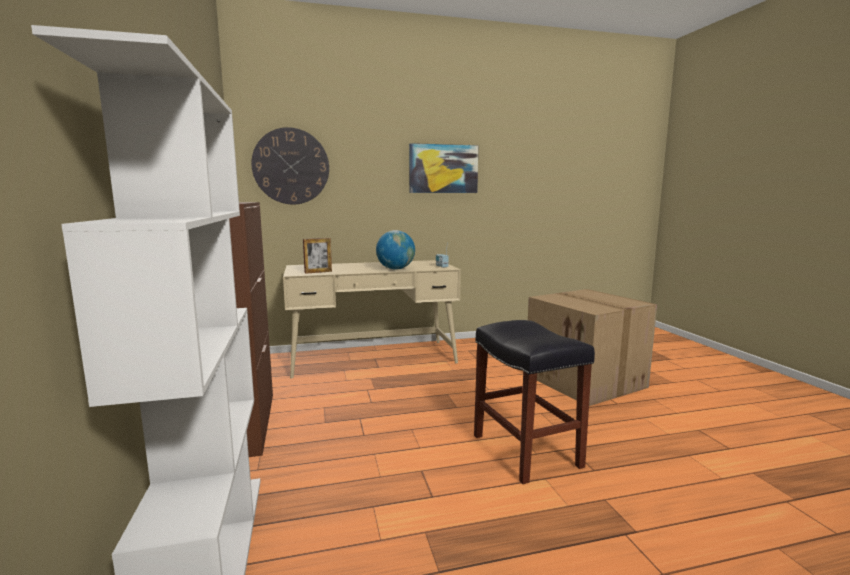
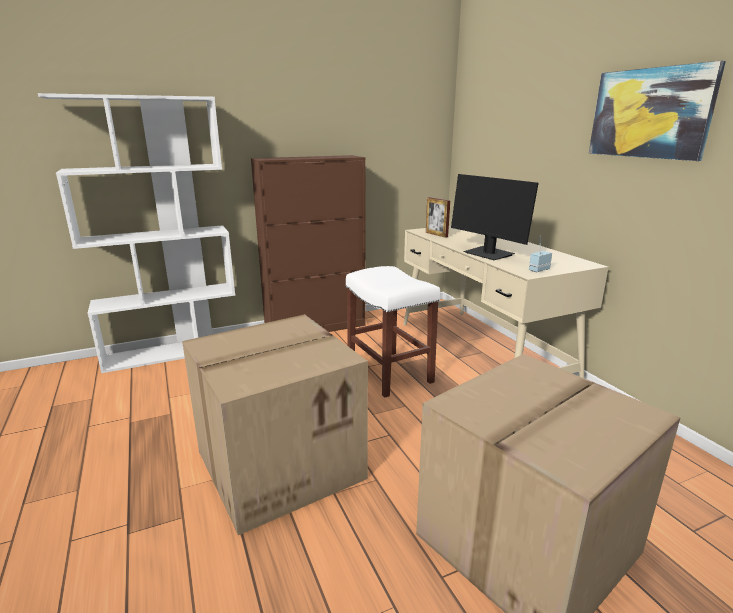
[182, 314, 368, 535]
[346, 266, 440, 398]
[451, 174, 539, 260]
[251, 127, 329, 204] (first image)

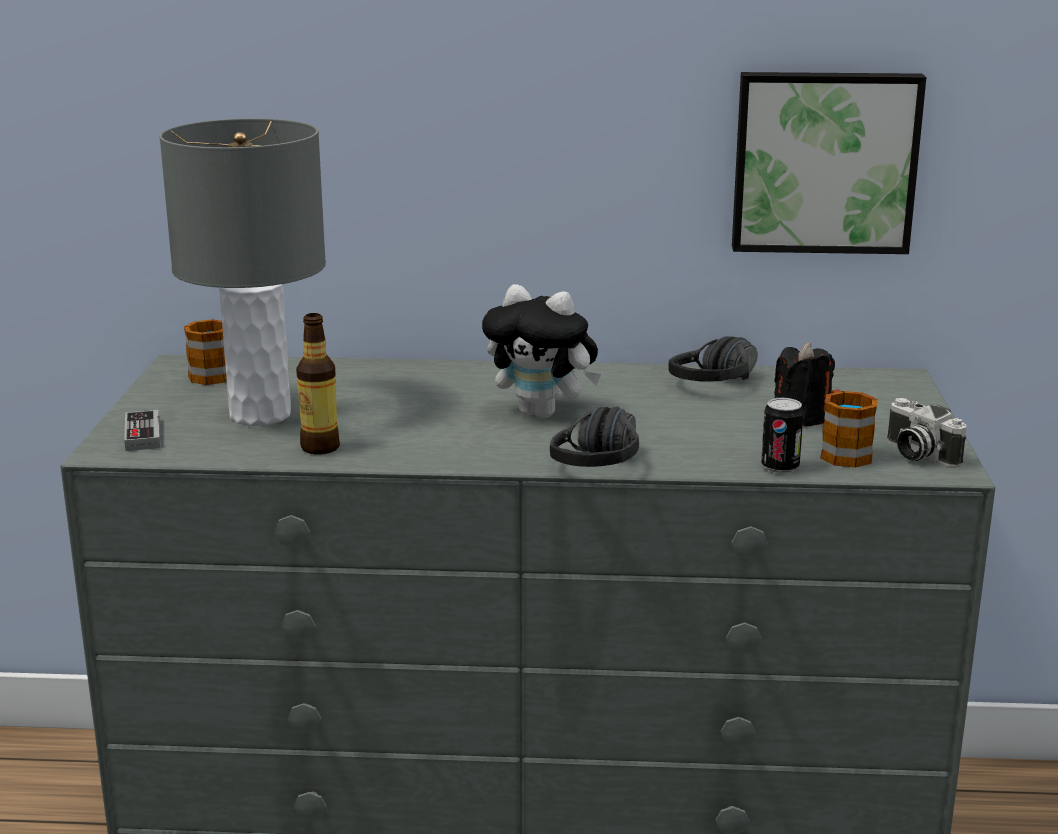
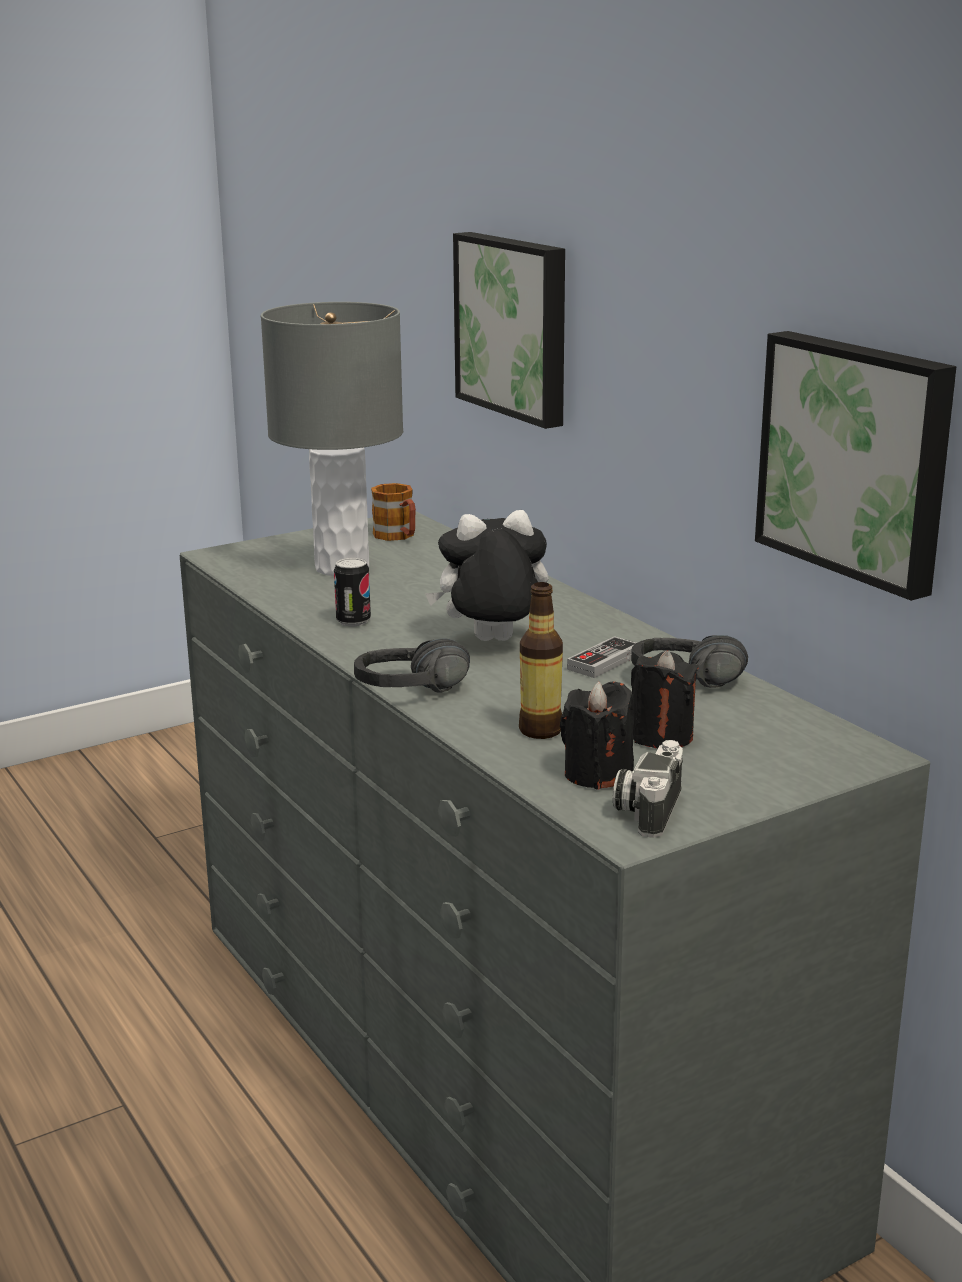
[334, 558, 371, 626]
[425, 510, 548, 641]
[453, 232, 565, 429]
[519, 582, 563, 739]
[560, 682, 634, 790]
[567, 636, 636, 678]

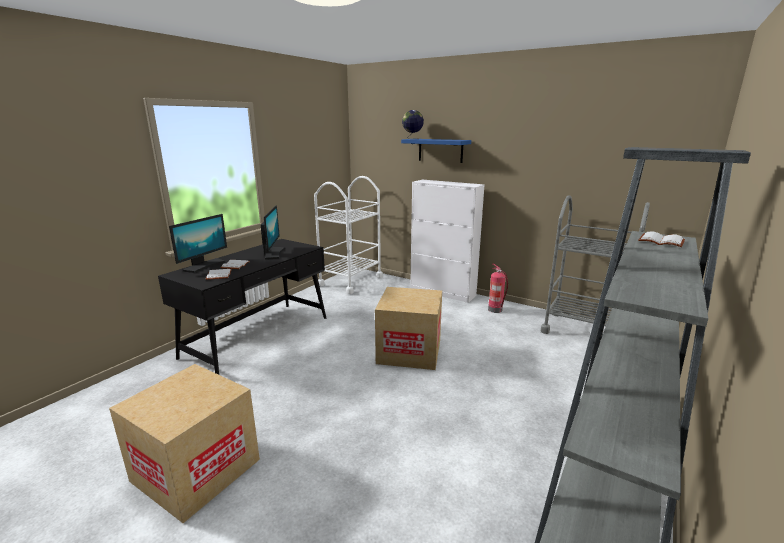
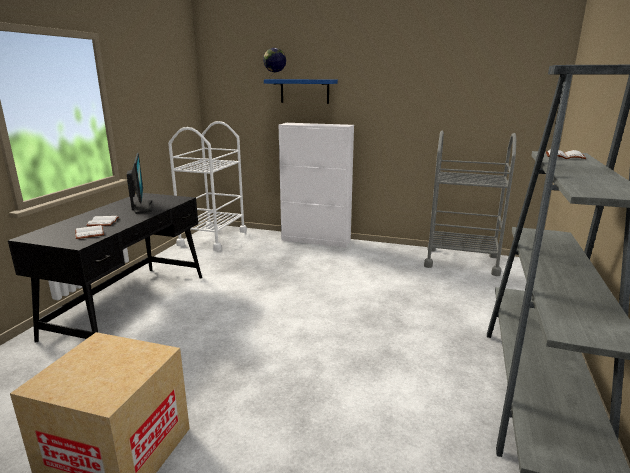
[169, 214, 227, 273] (first image)
[375, 287, 442, 370] (first image)
[488, 264, 508, 313] (first image)

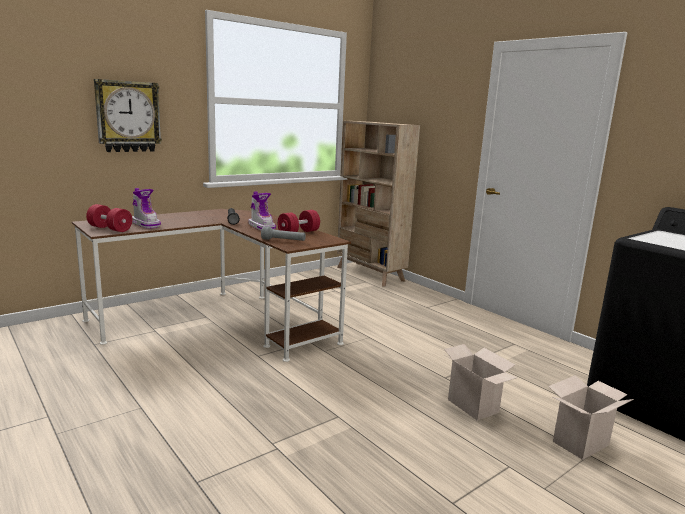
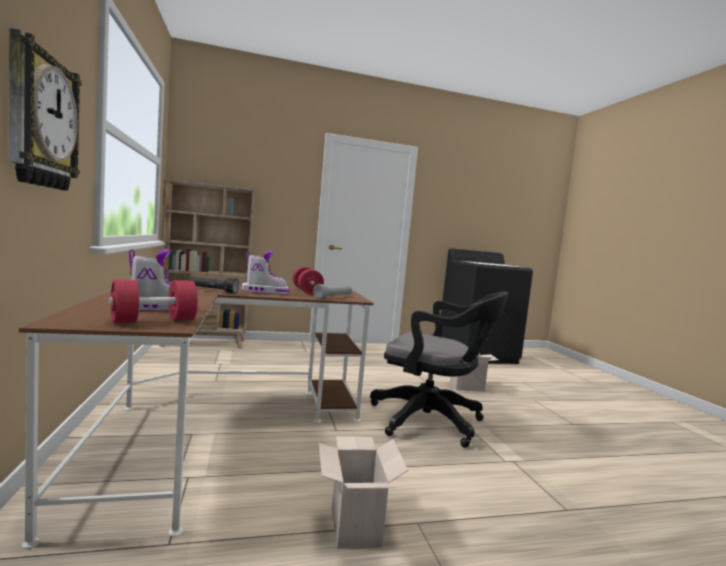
[319, 437, 408, 549]
[370, 292, 509, 448]

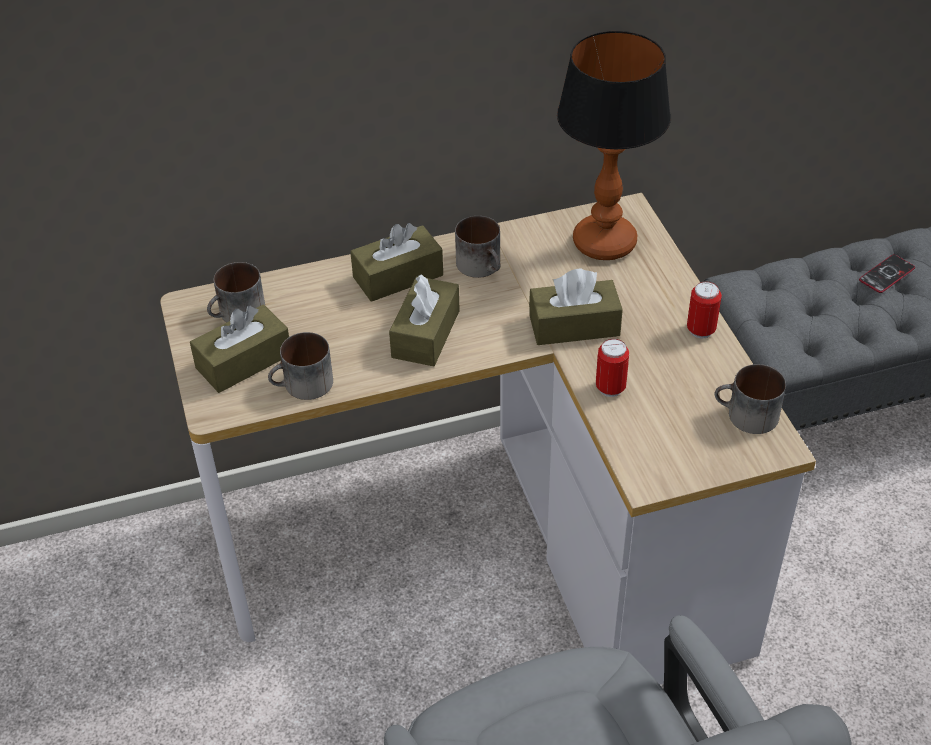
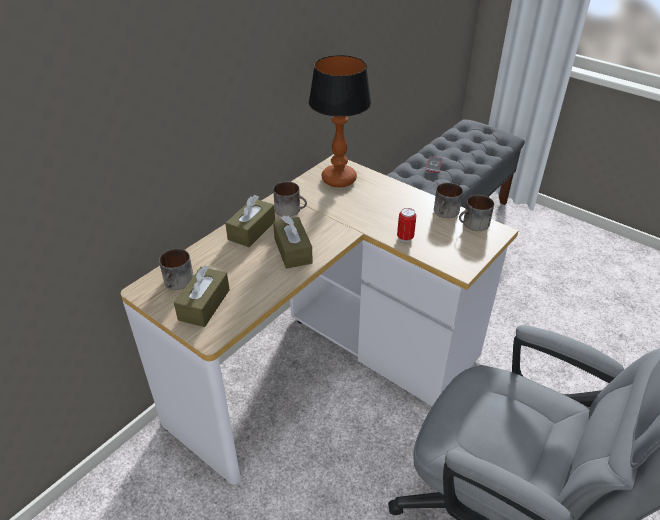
[434, 183, 463, 218]
[529, 268, 623, 345] (first image)
[687, 281, 722, 339] (first image)

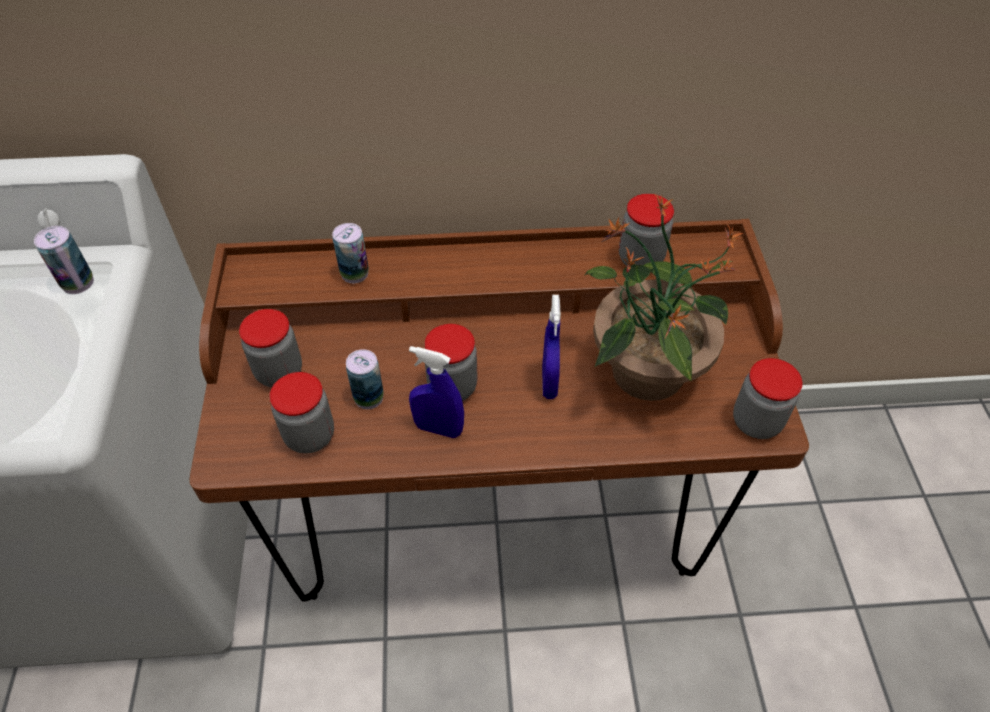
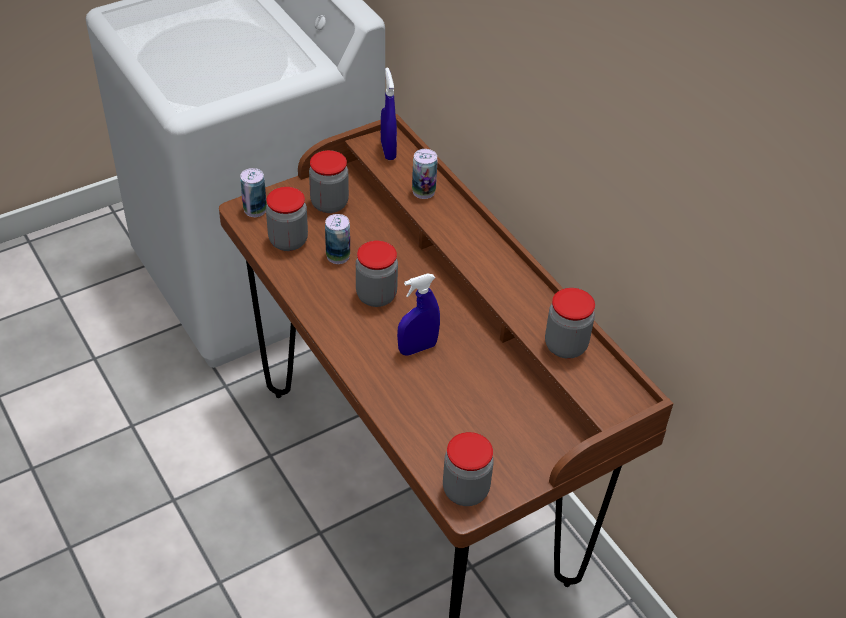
[240, 168, 267, 217]
[381, 67, 397, 160]
[584, 193, 743, 401] (first image)

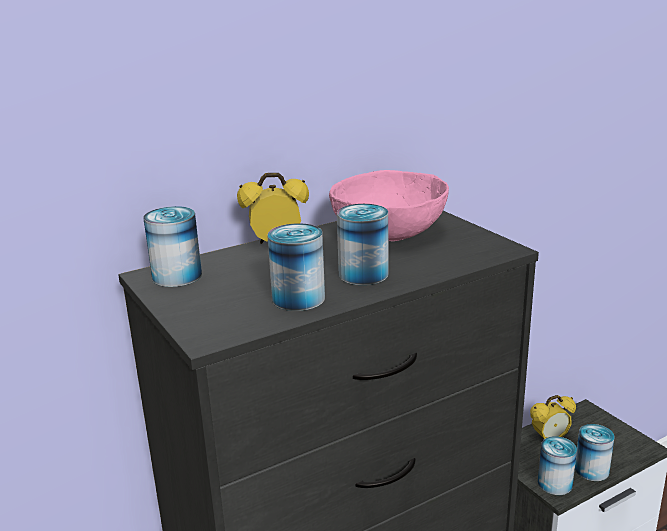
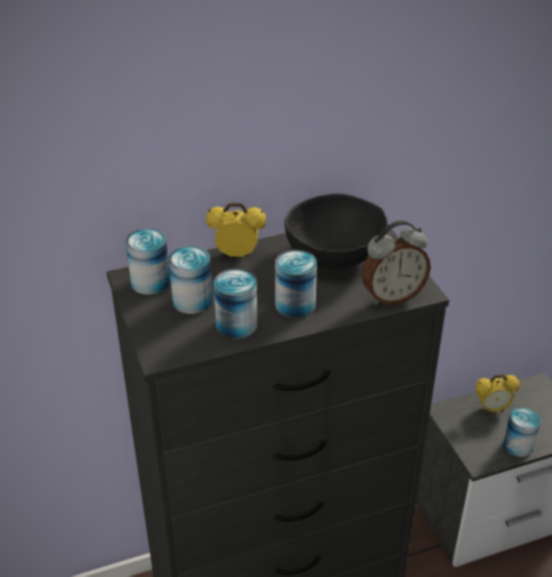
[169, 246, 213, 314]
[284, 194, 388, 269]
[361, 220, 431, 305]

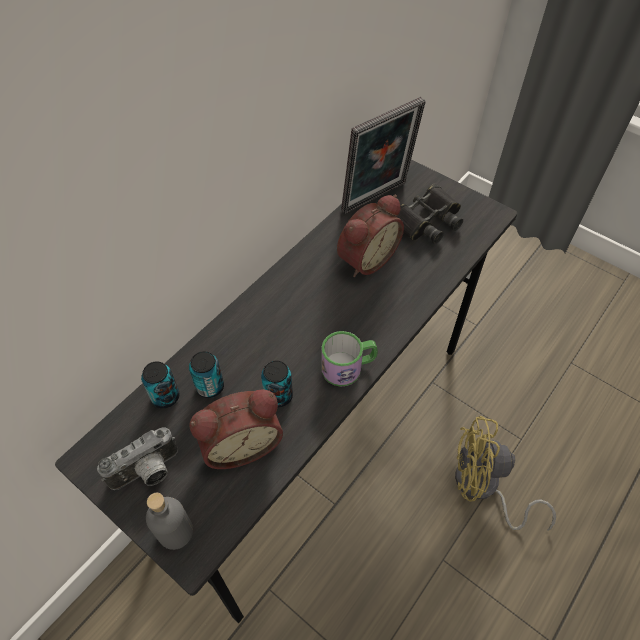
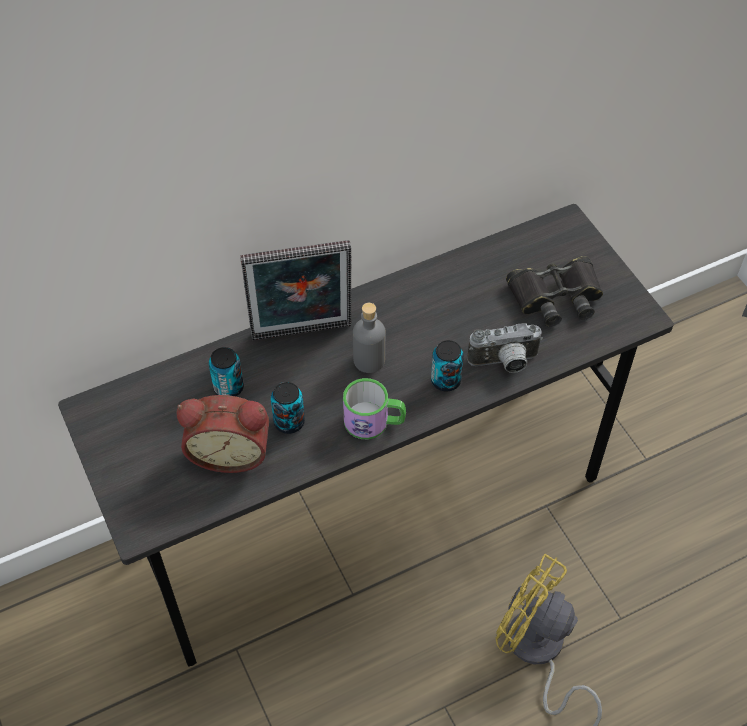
[240, 240, 351, 340]
[353, 303, 386, 373]
[431, 340, 464, 392]
[467, 323, 543, 373]
[337, 194, 404, 277] (first image)

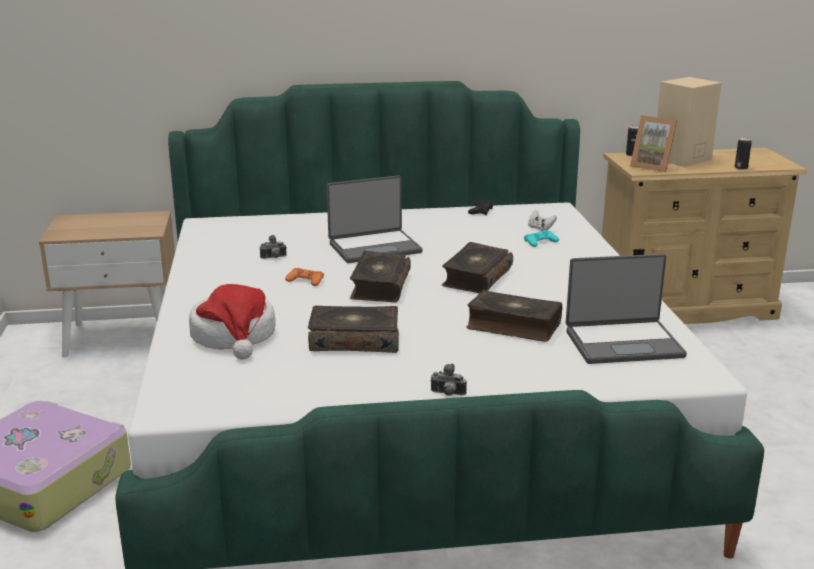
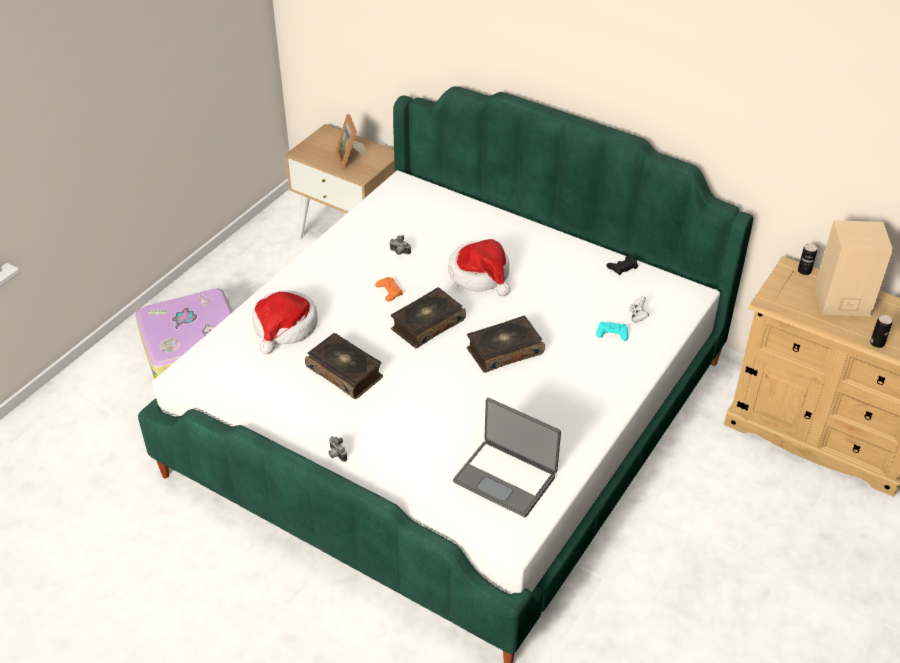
[335, 114, 367, 170]
[448, 239, 510, 296]
[466, 290, 562, 342] (first image)

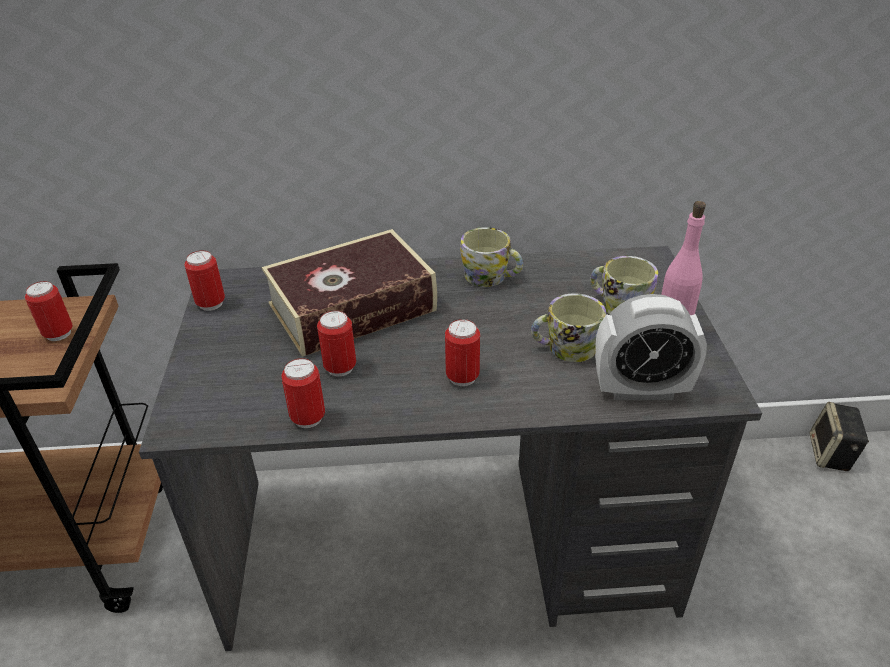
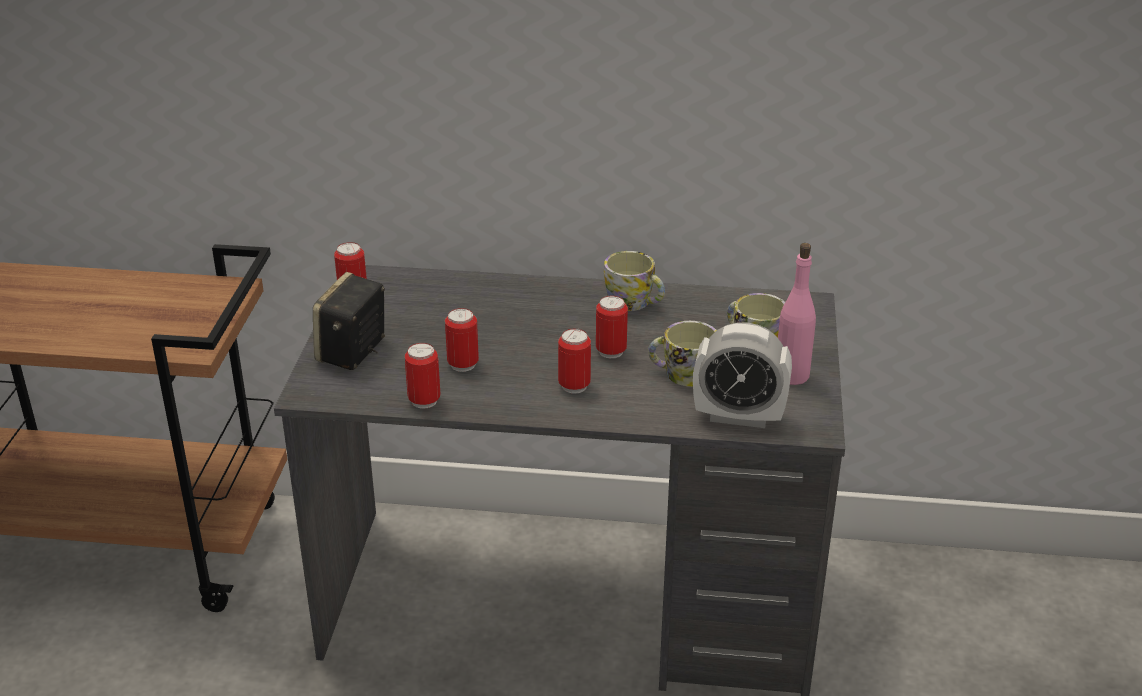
[313, 272, 385, 370]
[596, 296, 628, 358]
[262, 229, 437, 357] (first image)

